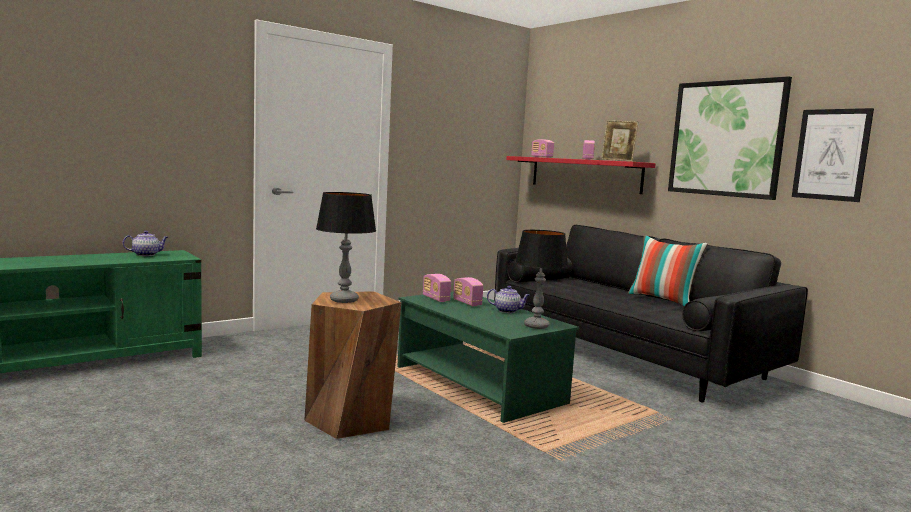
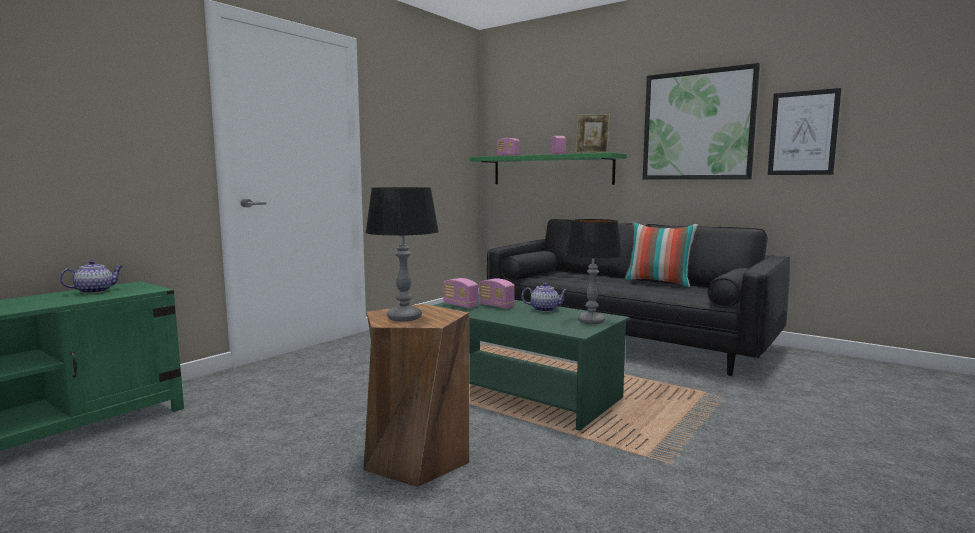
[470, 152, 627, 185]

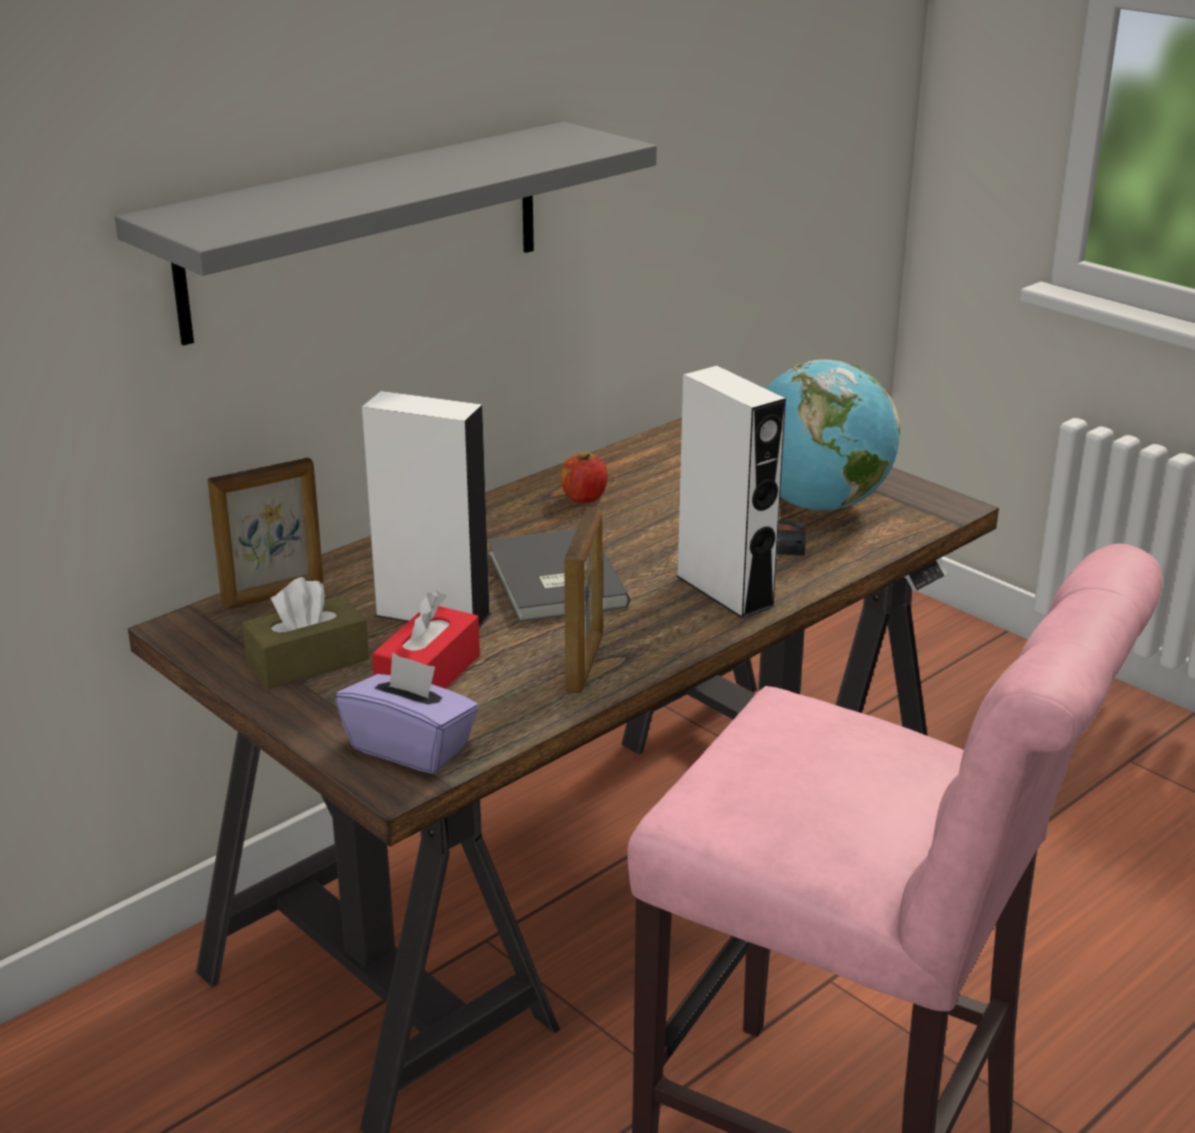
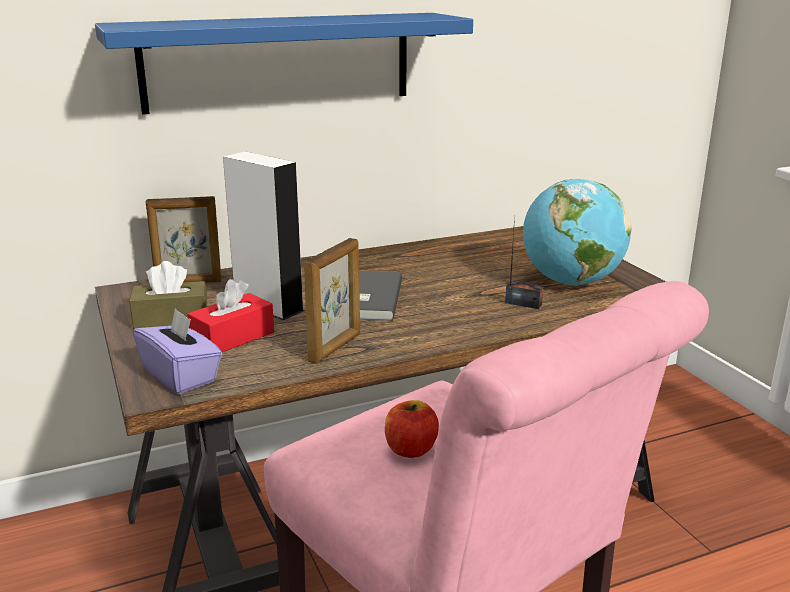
[95, 13, 473, 115]
[385, 400, 439, 458]
[676, 365, 786, 619] (first image)

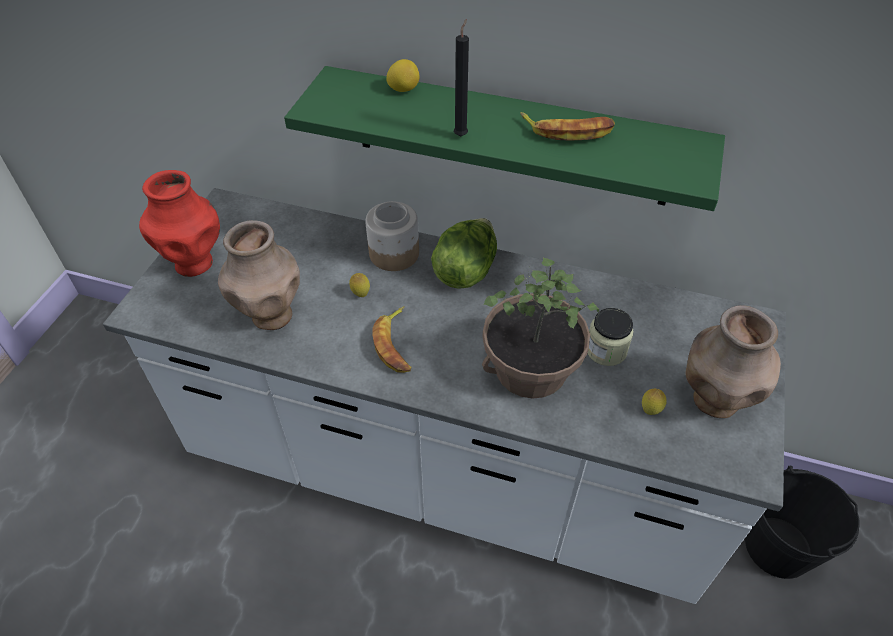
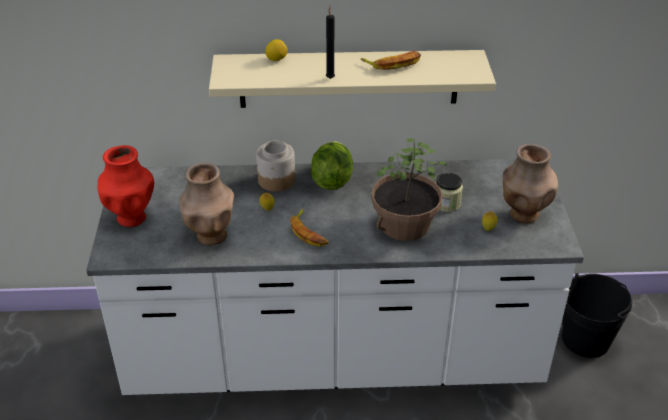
[209, 50, 496, 108]

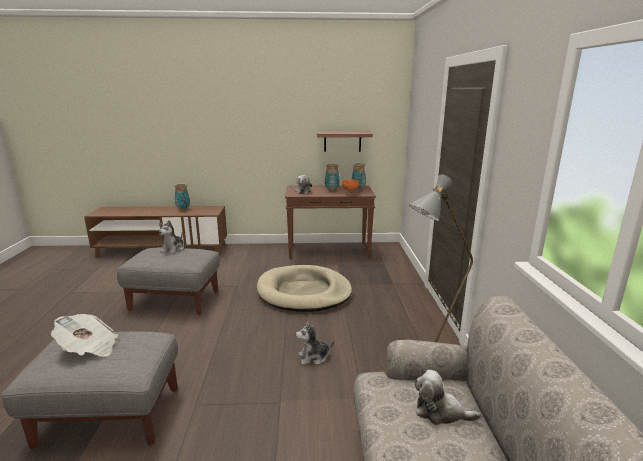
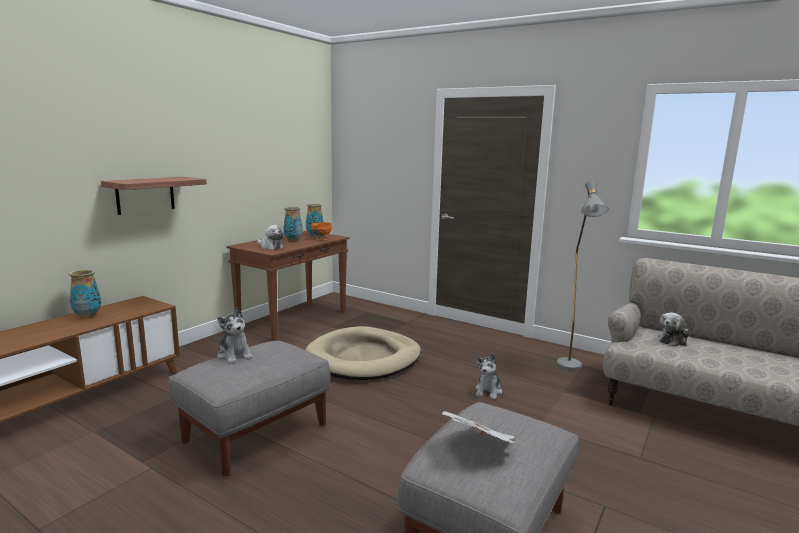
[101, 177, 207, 215]

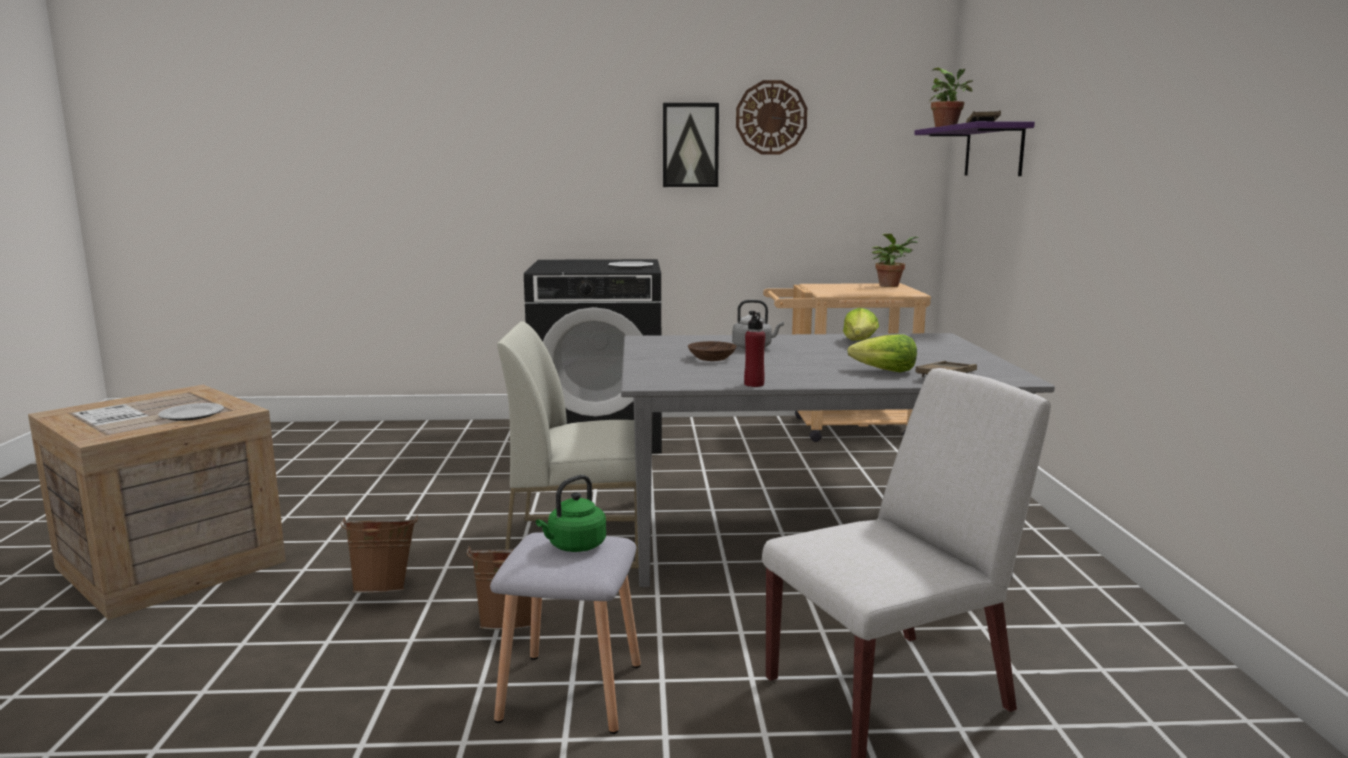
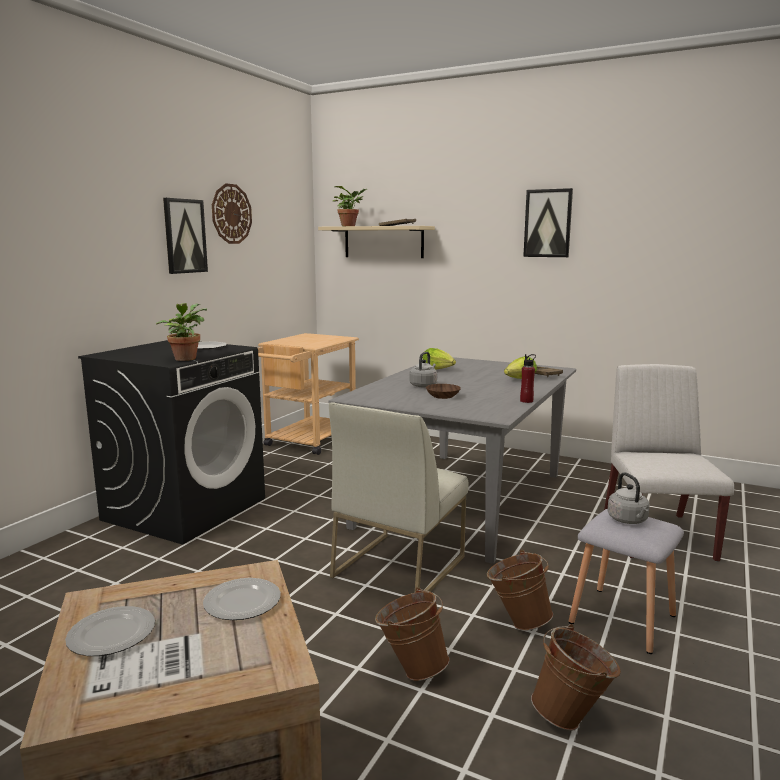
[65, 606, 155, 656]
[156, 303, 207, 361]
[318, 226, 435, 258]
[523, 188, 573, 257]
[531, 624, 621, 731]
[607, 472, 650, 524]

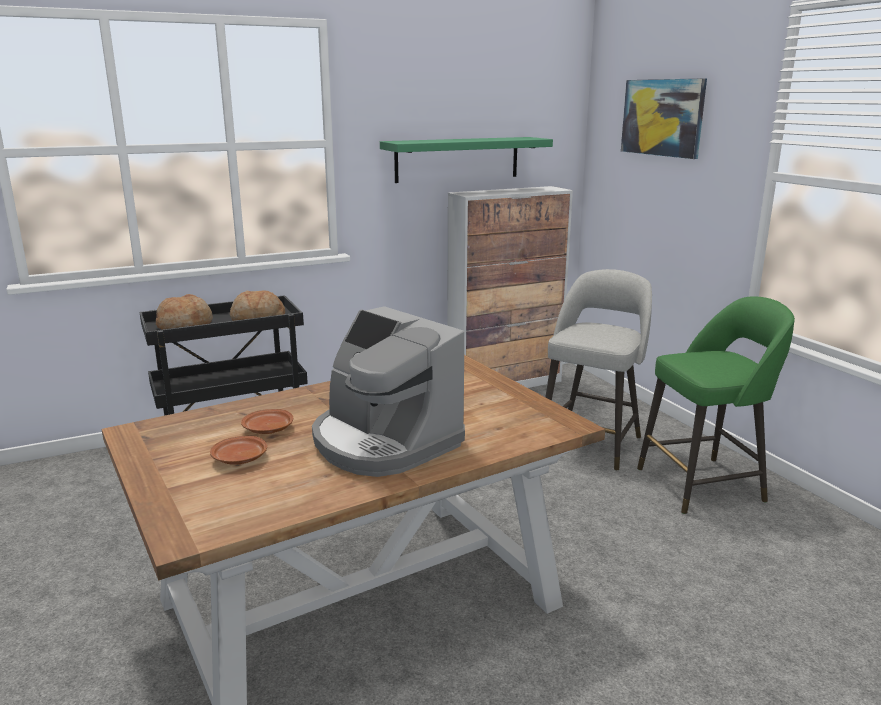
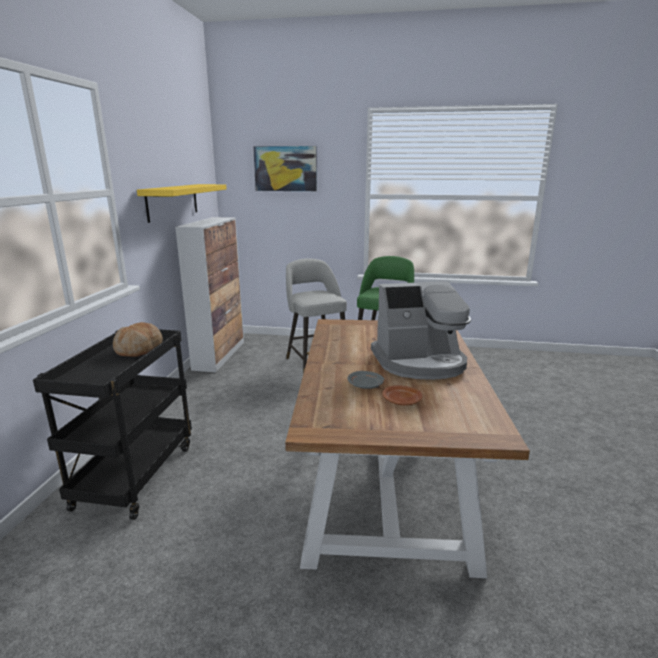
[137, 184, 226, 223]
[347, 371, 384, 389]
[156, 294, 213, 330] (first image)

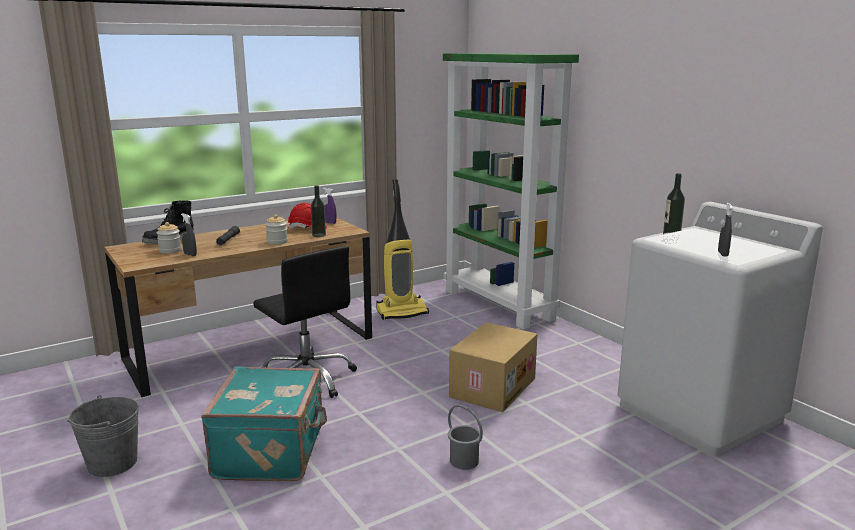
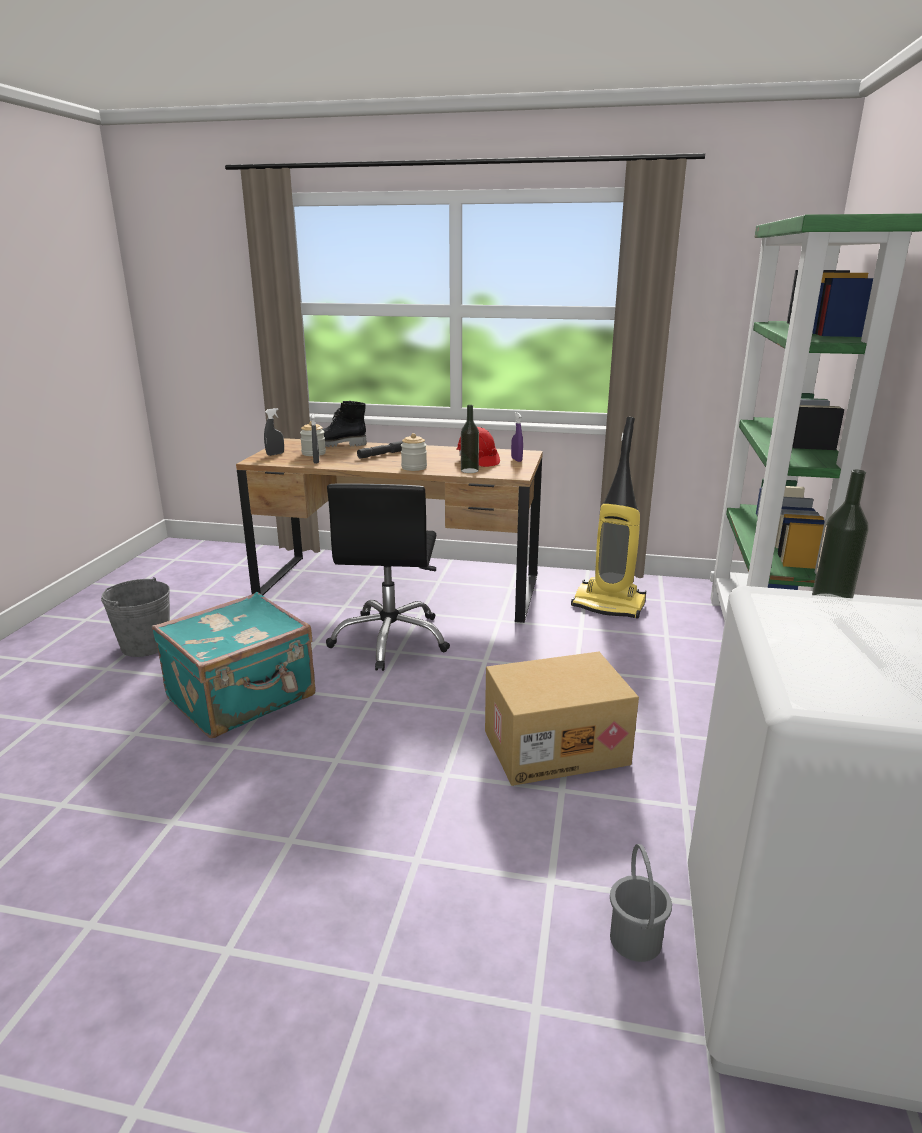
[264, 408, 284, 456]
[610, 844, 672, 962]

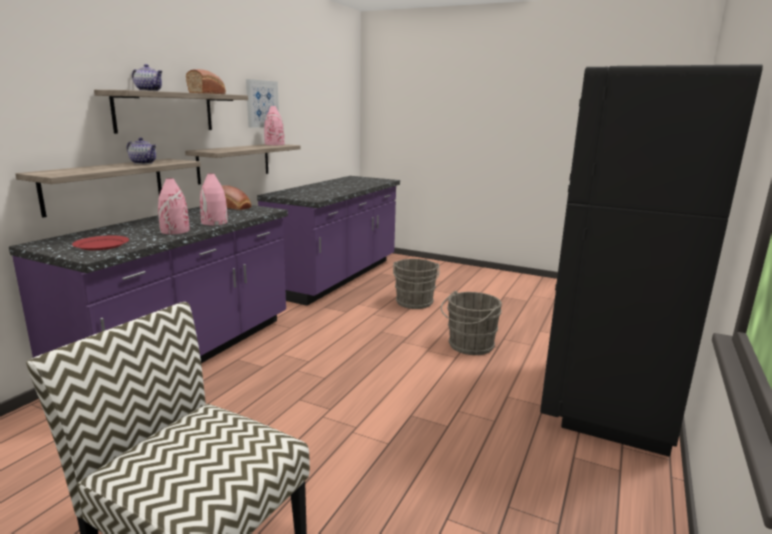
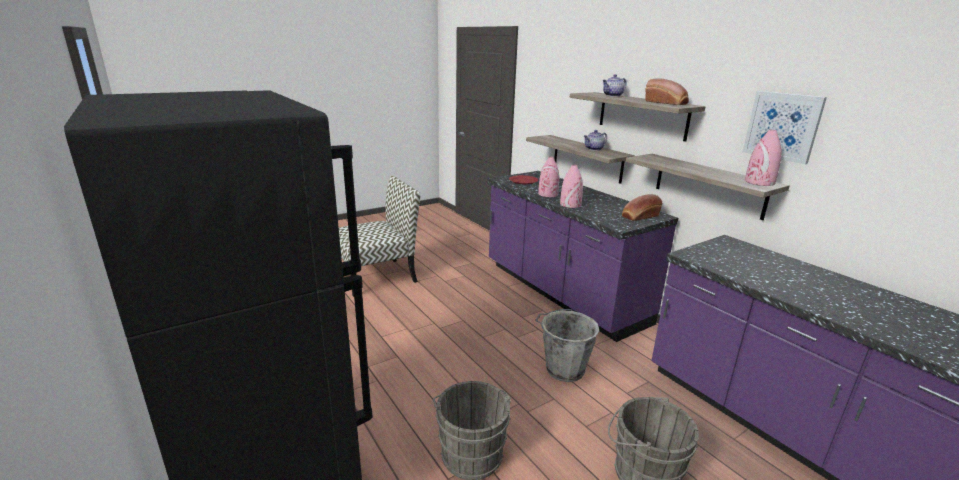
[535, 309, 599, 382]

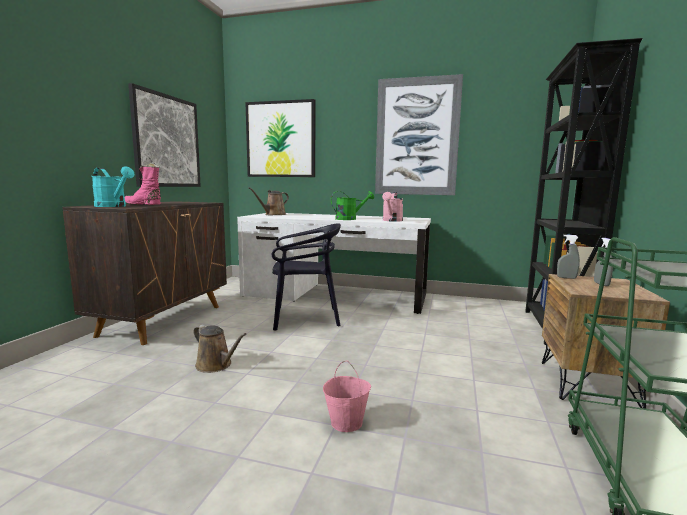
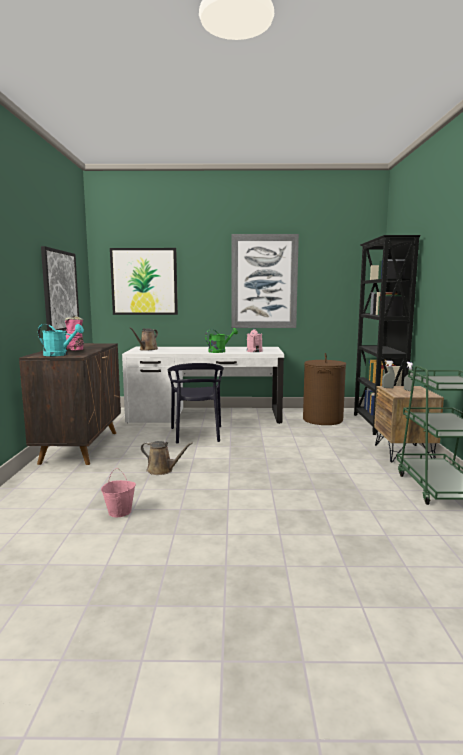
[101, 468, 136, 517]
[168, 363, 224, 444]
[303, 353, 346, 425]

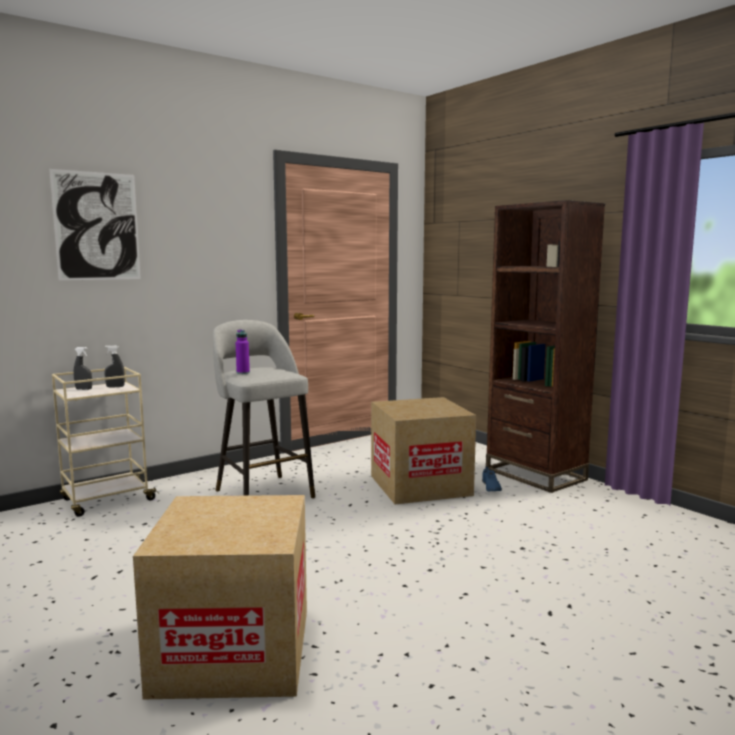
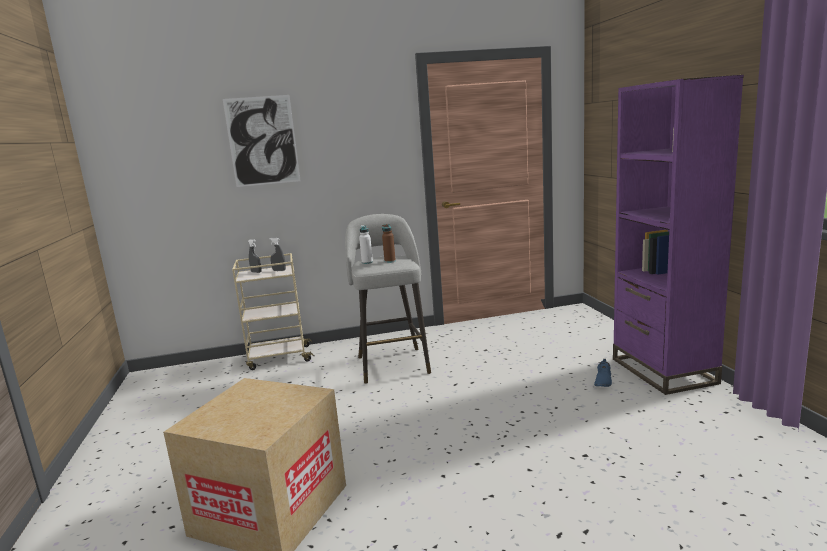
[359, 225, 373, 264]
[382, 224, 396, 263]
[613, 75, 744, 395]
[371, 397, 476, 504] (first image)

